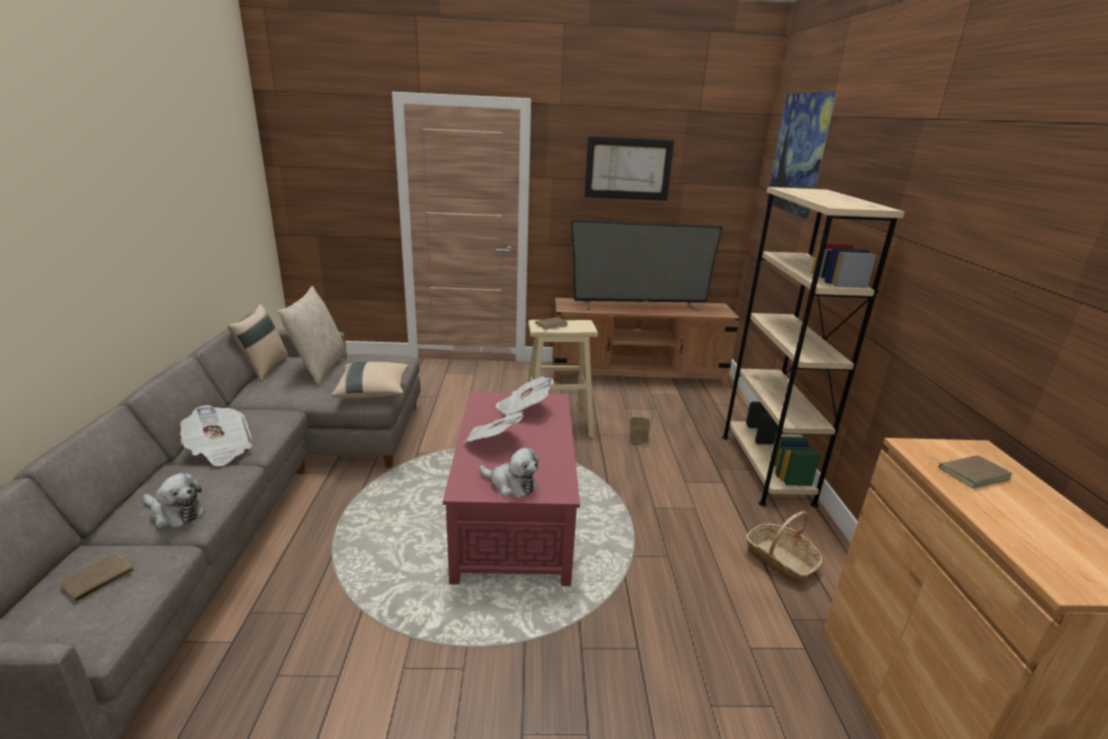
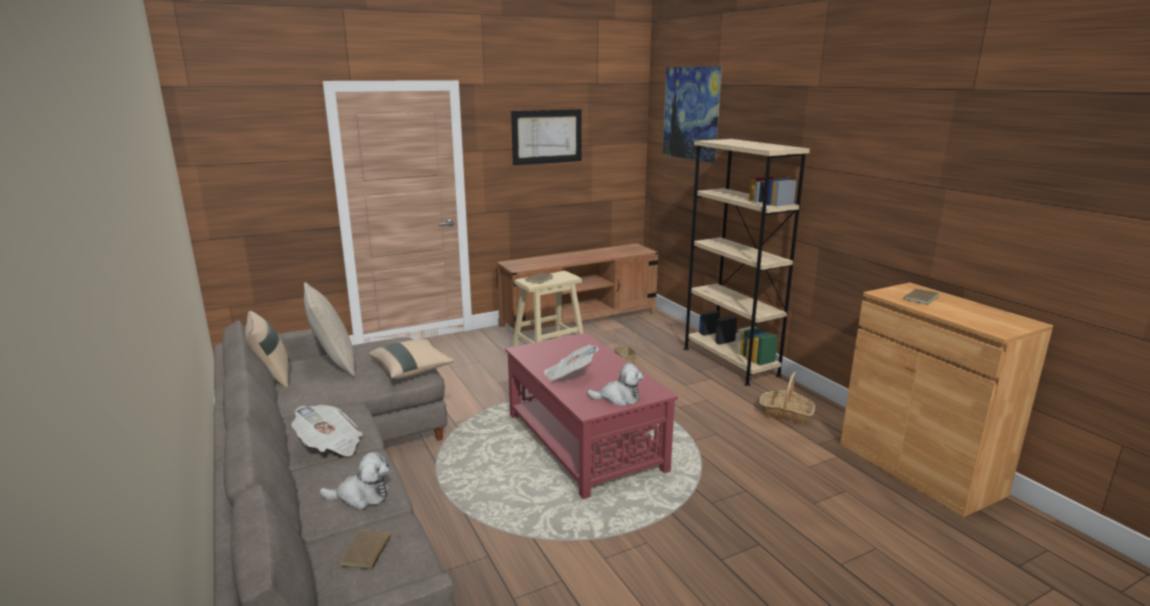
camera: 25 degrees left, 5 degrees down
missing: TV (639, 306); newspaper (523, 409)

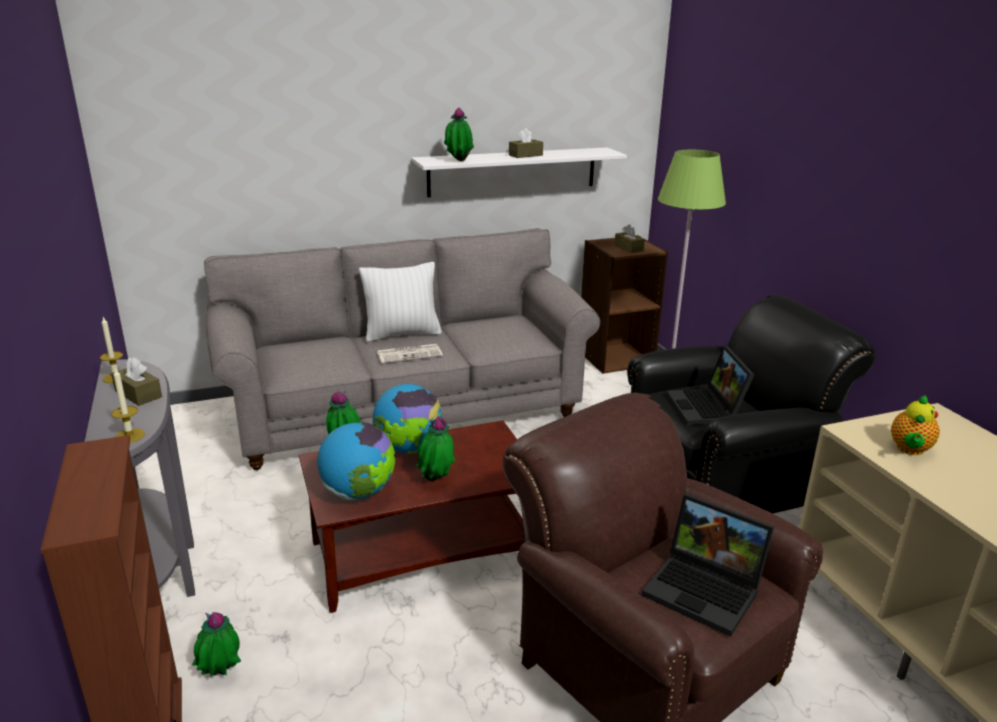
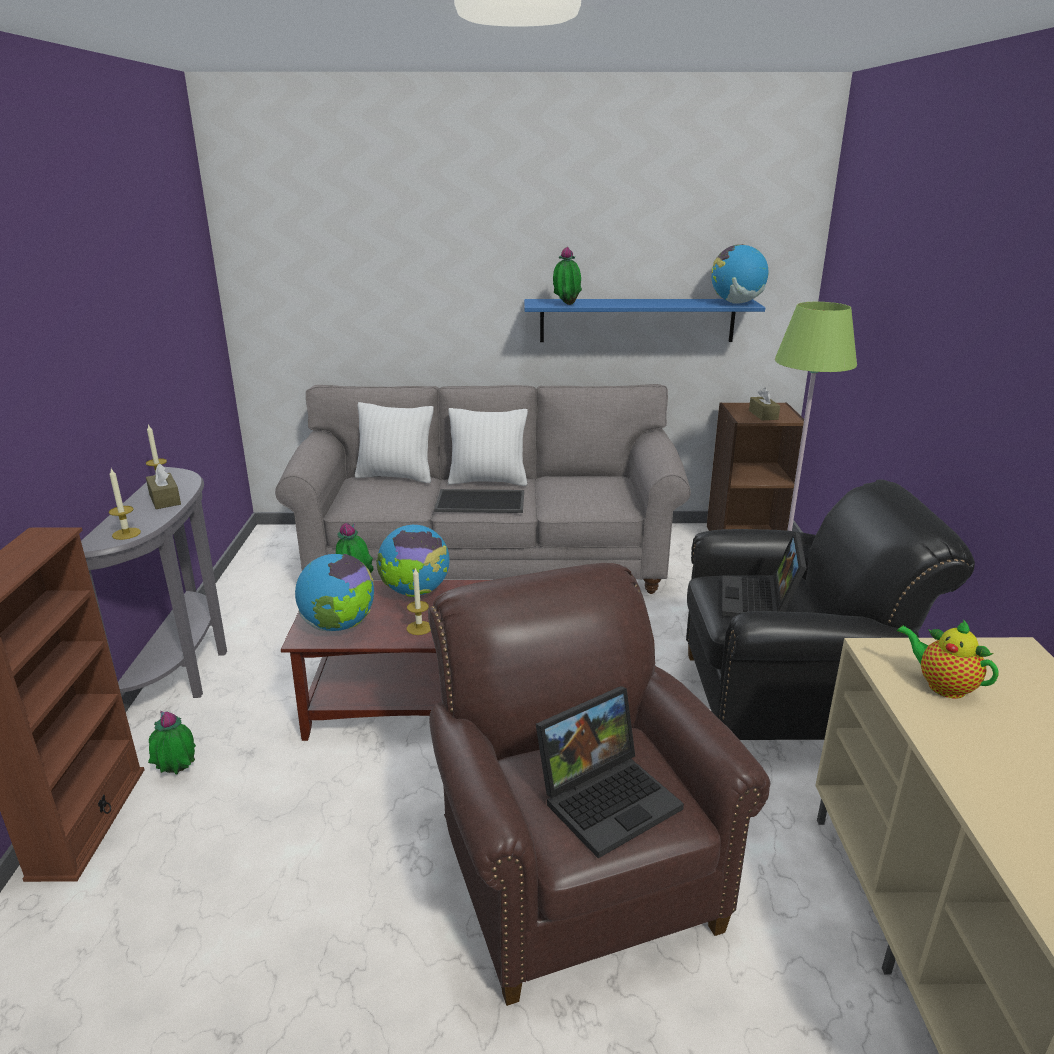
camera: 20 degrees right, 0 degrees up
missing: tissue holder (brownish) (525, 155)
appeared: desk globe (736, 303); cushion (white-coloured) (396, 476)
exchanged: newspaper (410, 354) to tray (481, 501); potted plant (436, 481) to wax candle (419, 628)
colour: bracket shelf (white-coloured) (512, 171) to bracket shelf (bluish) (637, 320)
spun: tea pot (909, 450) = (942, 686) 90 degrees clockwise; portable computer (706, 590) = (608, 797) 90 degrees counterclockwise

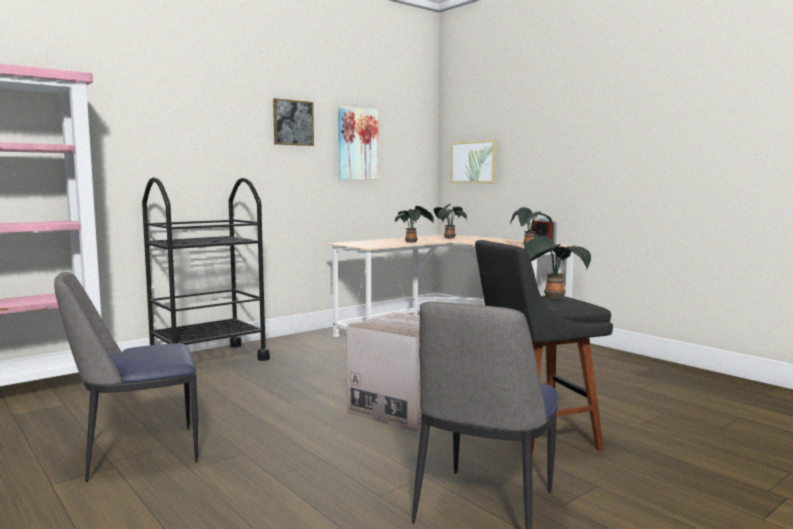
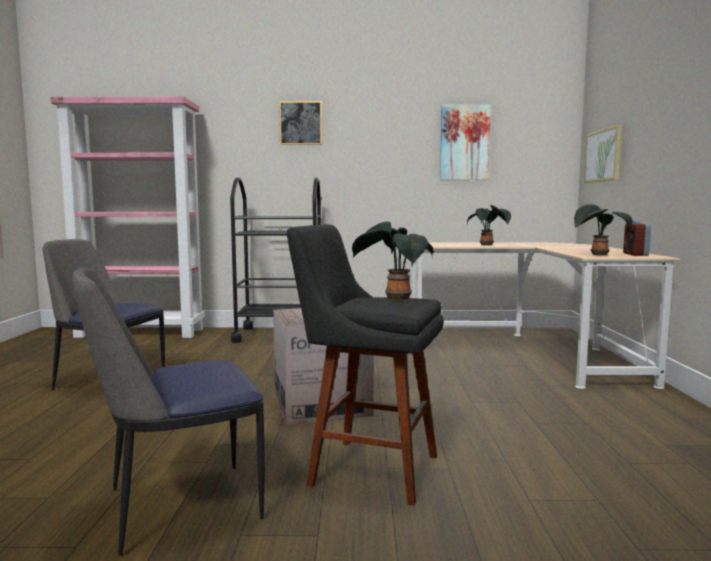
camera: 40 degrees right, 0 degrees up
missing: potted plant (448, 238)
relocated: wall picture (293, 123) to (300, 123)

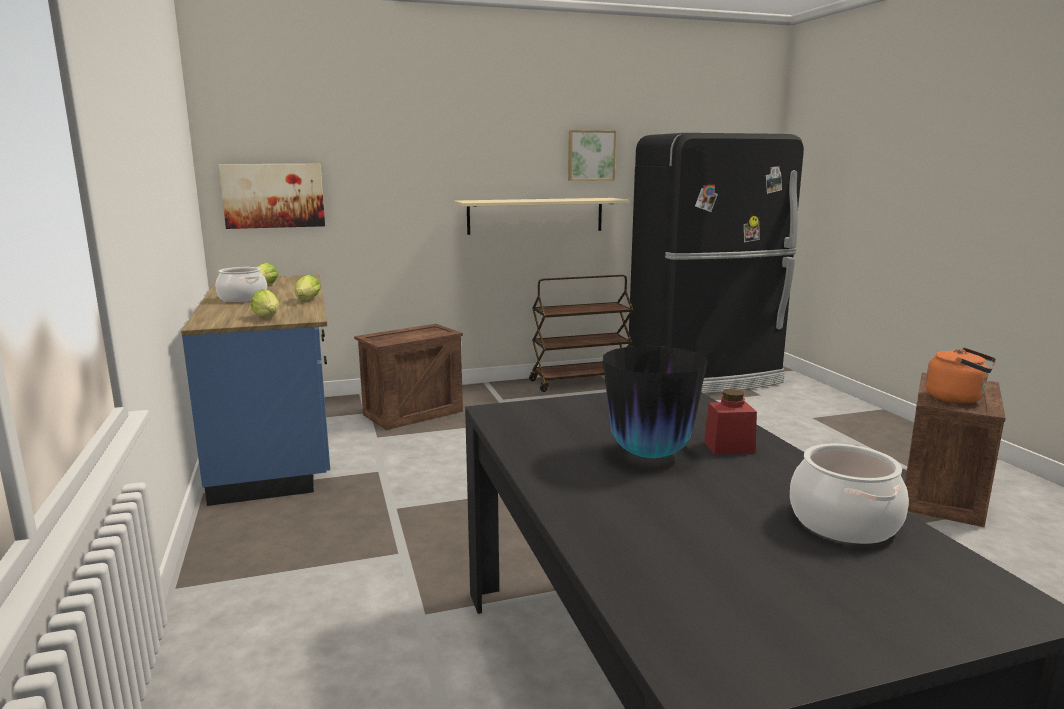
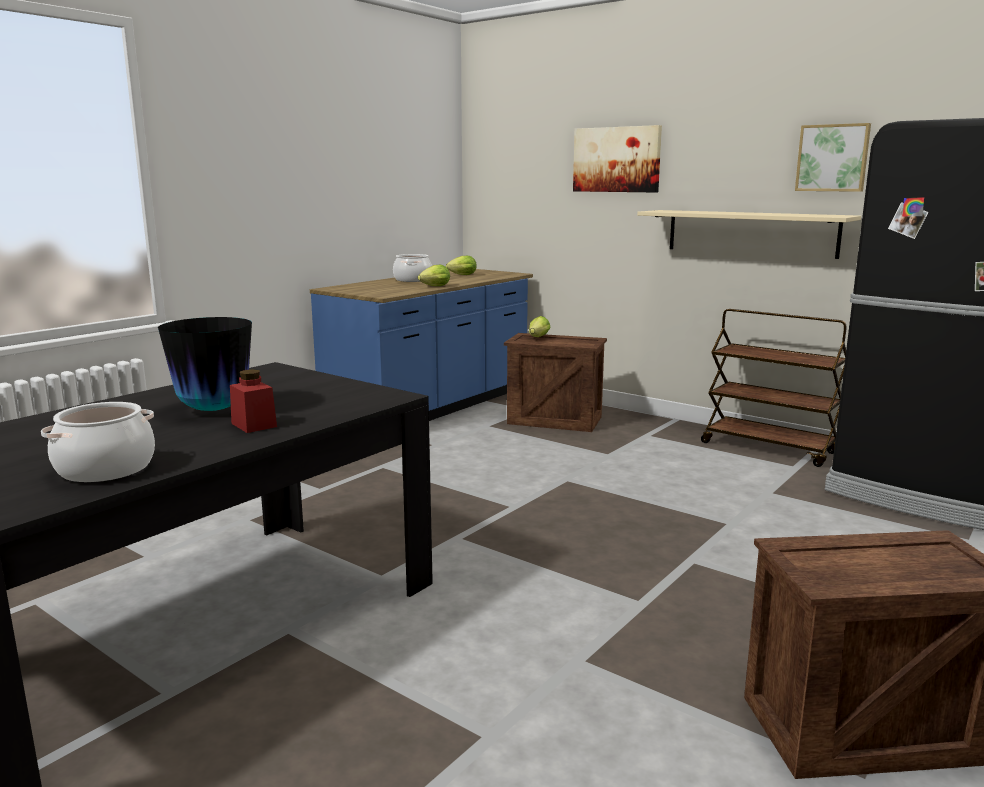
camera: 55 degrees right, 0 degrees up
missing: tea kettle (orangey) (957, 398)
relocated: wall picture (273, 195) to (616, 159); lettuce head (268, 318) to (537, 338)

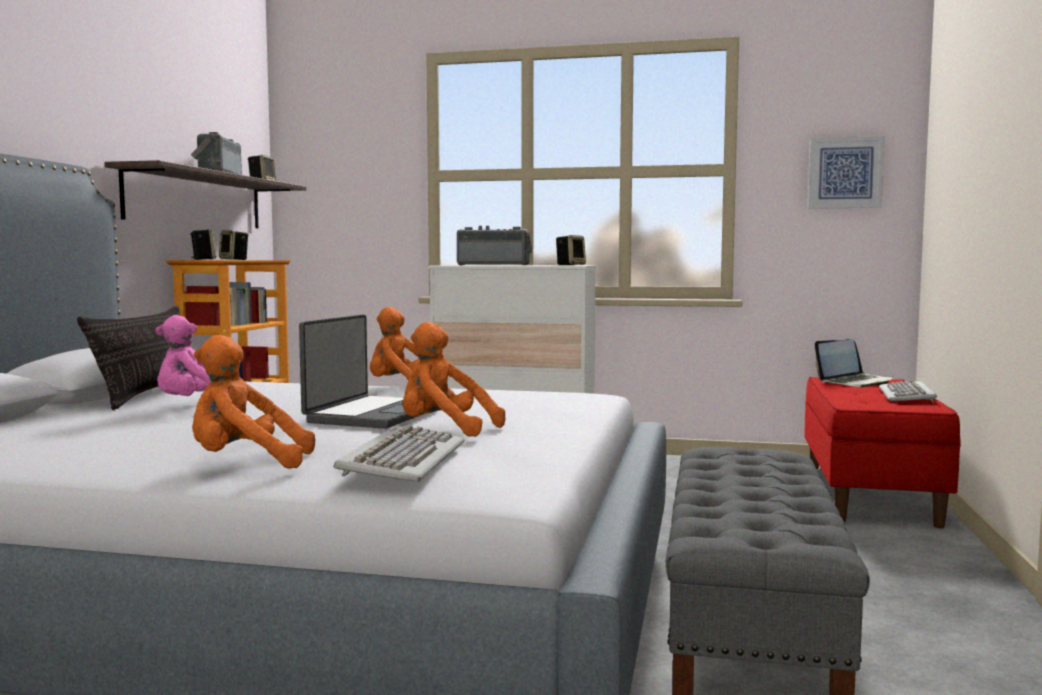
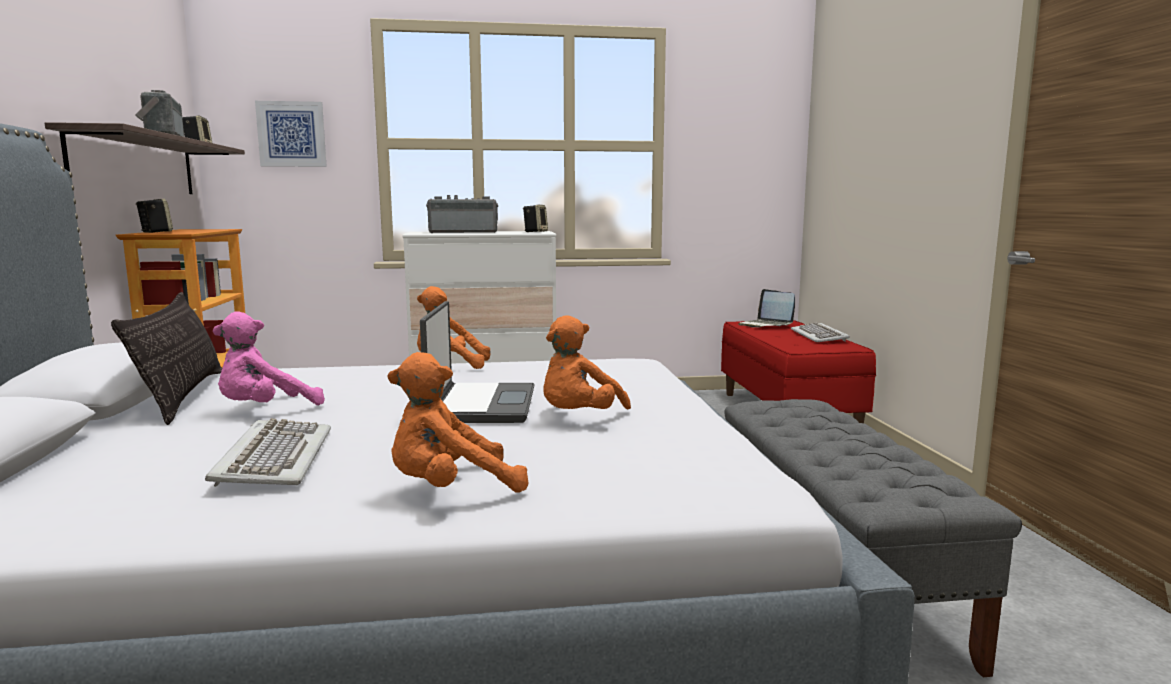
camera: 20 degrees left, 5 degrees up
missing: speaker (234, 259)
relocated: wall picture (845, 173) to (292, 134); PC keyboard (403, 460) to (274, 458)
spun: plush toy (orangey) (444, 430) = (578, 418) 60 degrees counterclockwise; portable computer (855, 382) = (766, 325) 105 degrees clockwise

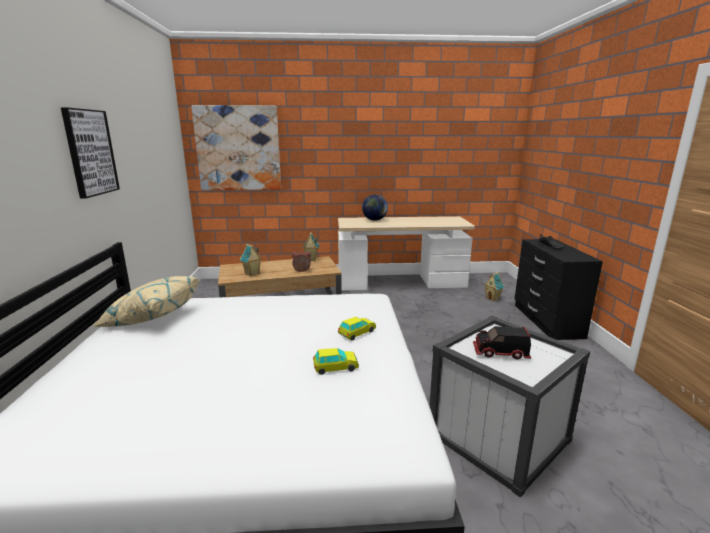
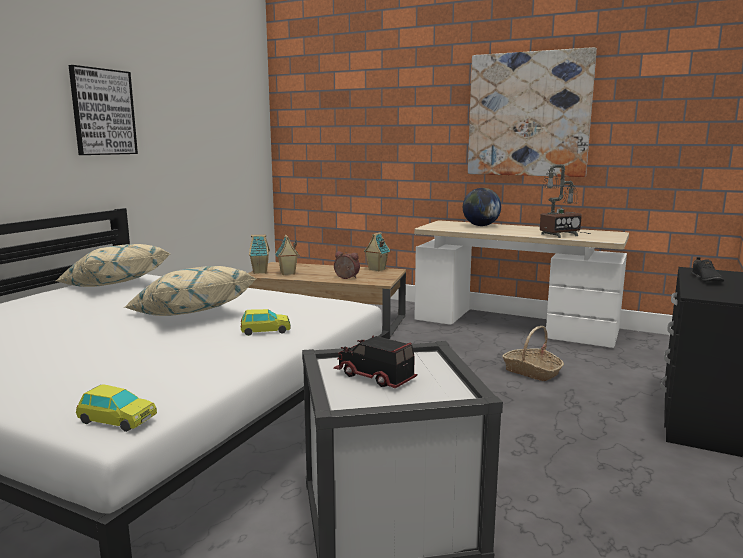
camera: 30 degrees right, 5 degrees down
appeared: table lamp (561, 234); cushion (beige-coloured) (190, 314); basket (532, 372)
relocated: wall picture (238, 148) to (528, 115); miniature house (492, 298) to (260, 272); miniature car (335, 367) to (117, 420)

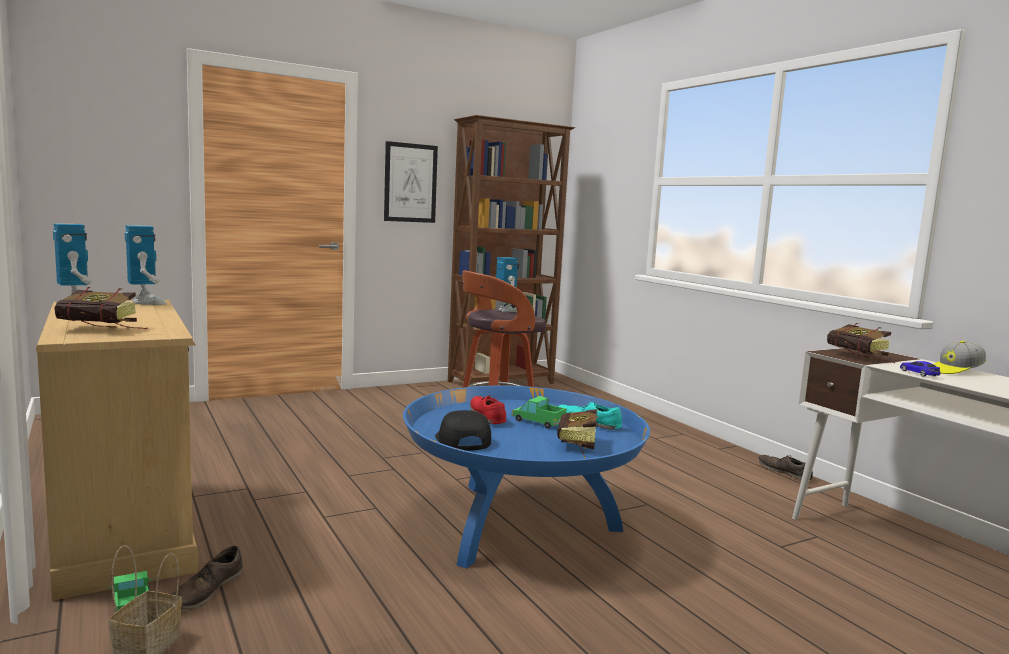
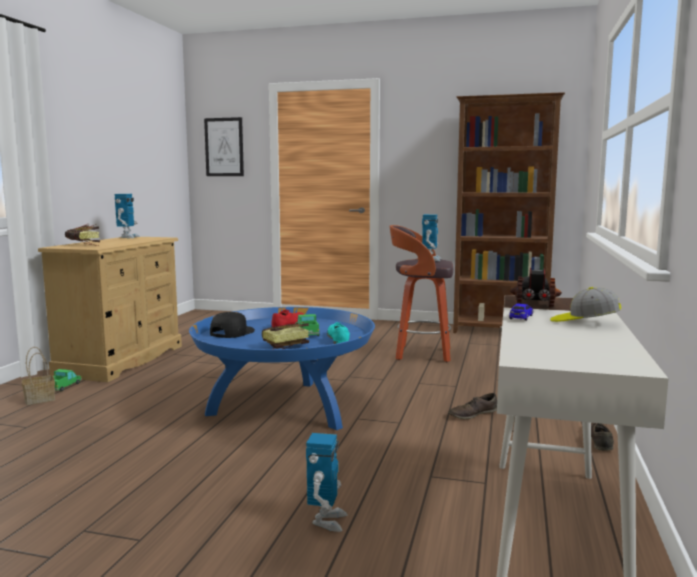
camera: 45 degrees right, 0 degrees up
relocated: wall picture (410, 183) to (224, 147); toy robot (146, 303) to (326, 521); shoe (brownish) (206, 591) to (472, 414)
exchanged: volume (861, 358) to toy truck (535, 303)

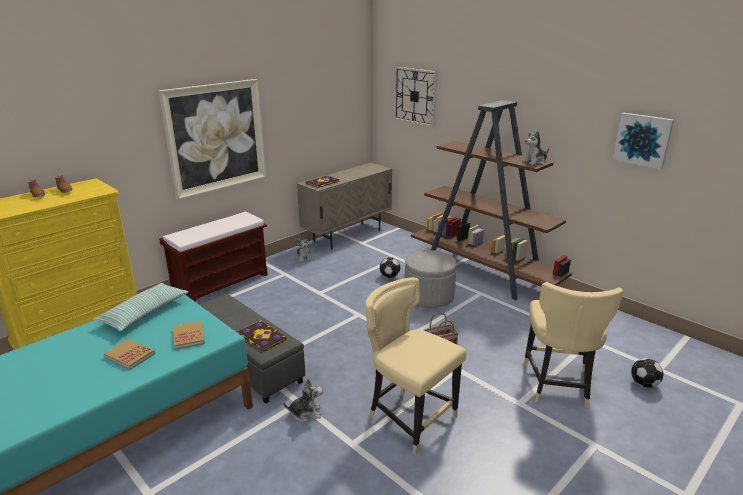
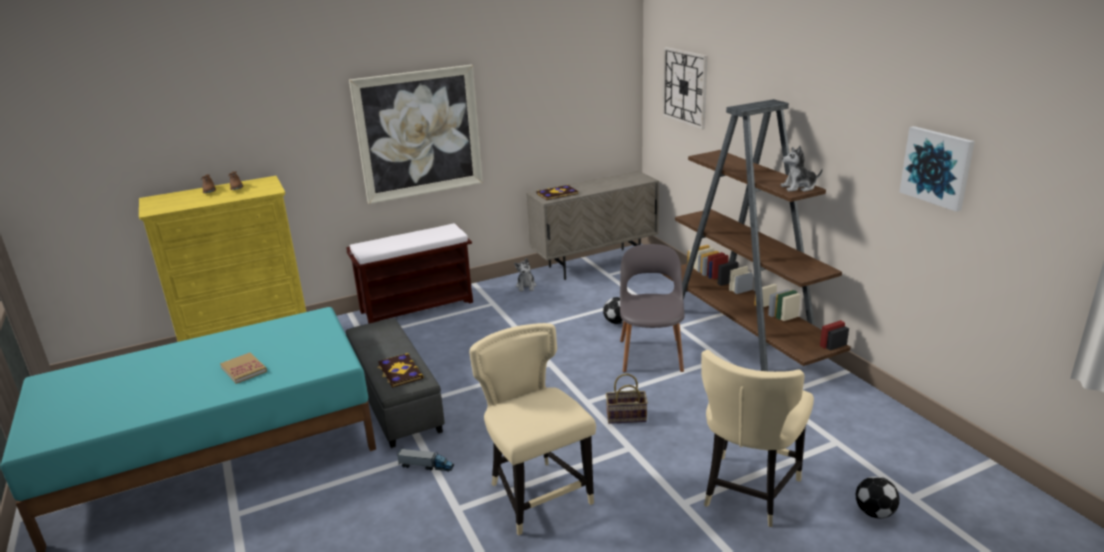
camera: 20 degrees right, 0 degrees up
missing: cushion (144, 313); volume (189, 336)
exchanged: footrest (greyish) (429, 296) to chair (greyish) (651, 353); plush toy (305, 413) to toy truck (426, 466)

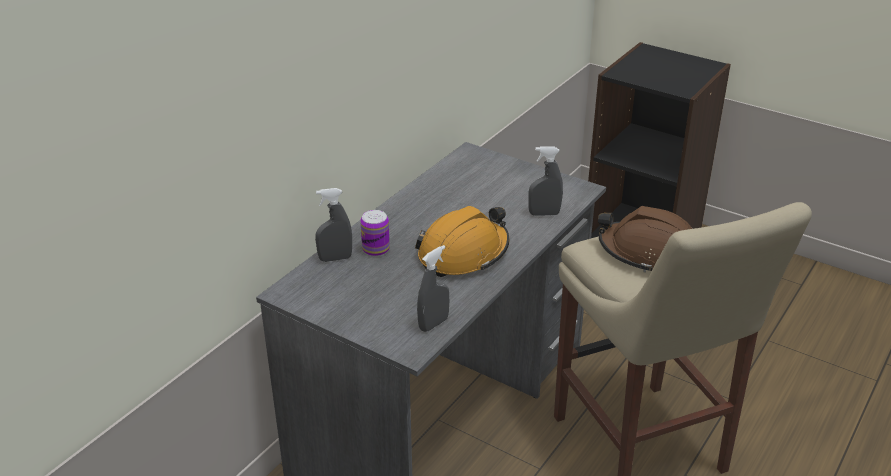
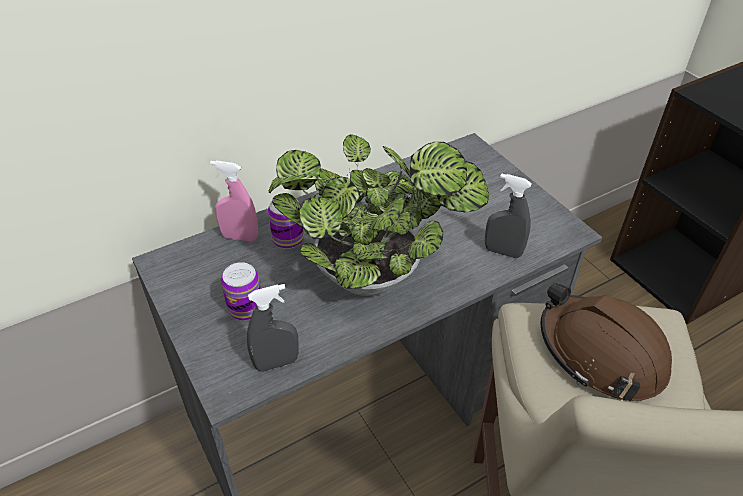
camera: 25 degrees right, 10 degrees up
appeared: sealed can (245, 308)
exchanged: hard hat (orangey) (463, 254) to potted plant (375, 276)
colour: sprayer (greyish) (335, 258) to sprayer (pink) (240, 237)

